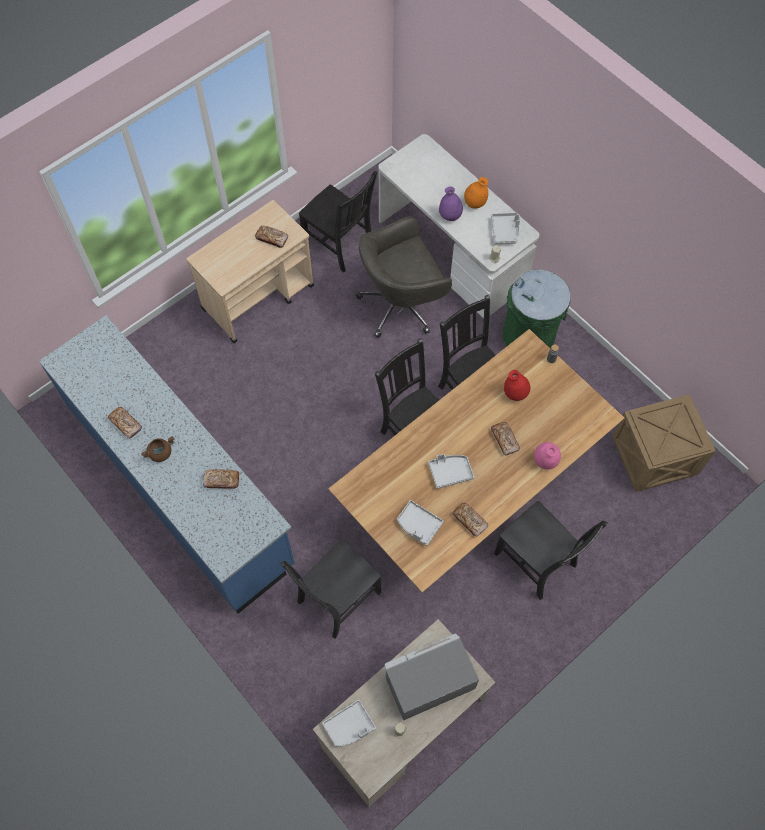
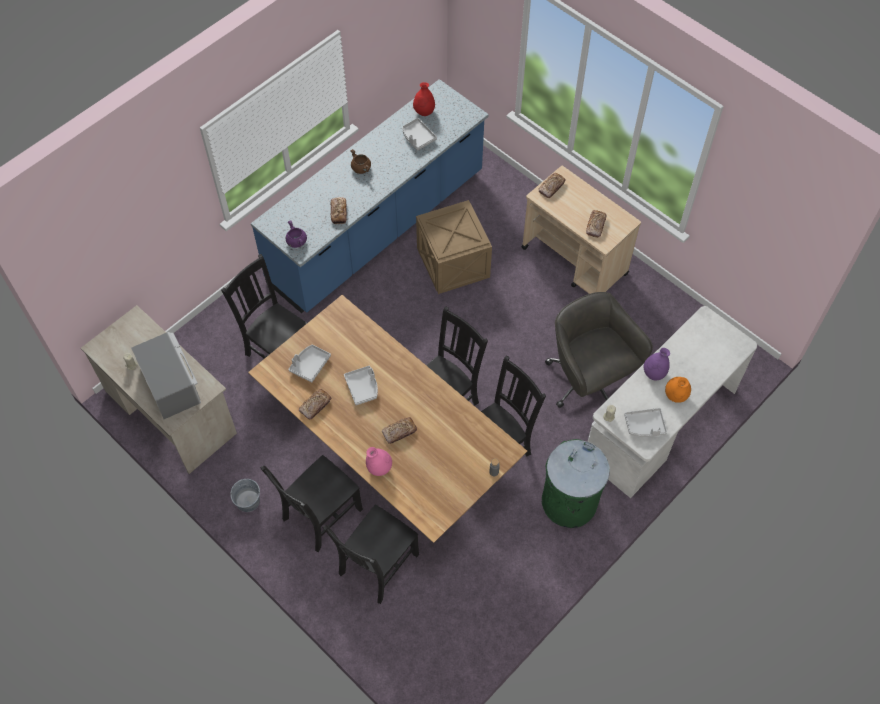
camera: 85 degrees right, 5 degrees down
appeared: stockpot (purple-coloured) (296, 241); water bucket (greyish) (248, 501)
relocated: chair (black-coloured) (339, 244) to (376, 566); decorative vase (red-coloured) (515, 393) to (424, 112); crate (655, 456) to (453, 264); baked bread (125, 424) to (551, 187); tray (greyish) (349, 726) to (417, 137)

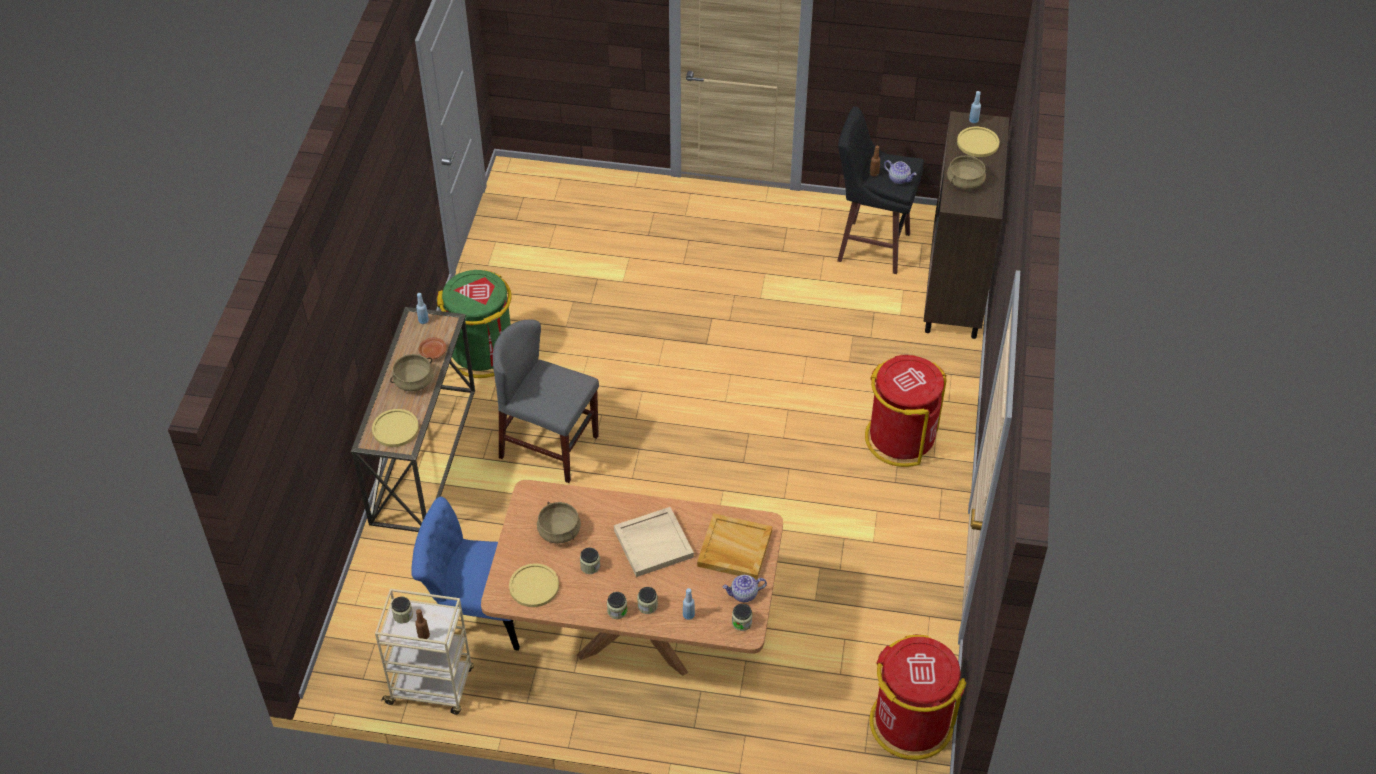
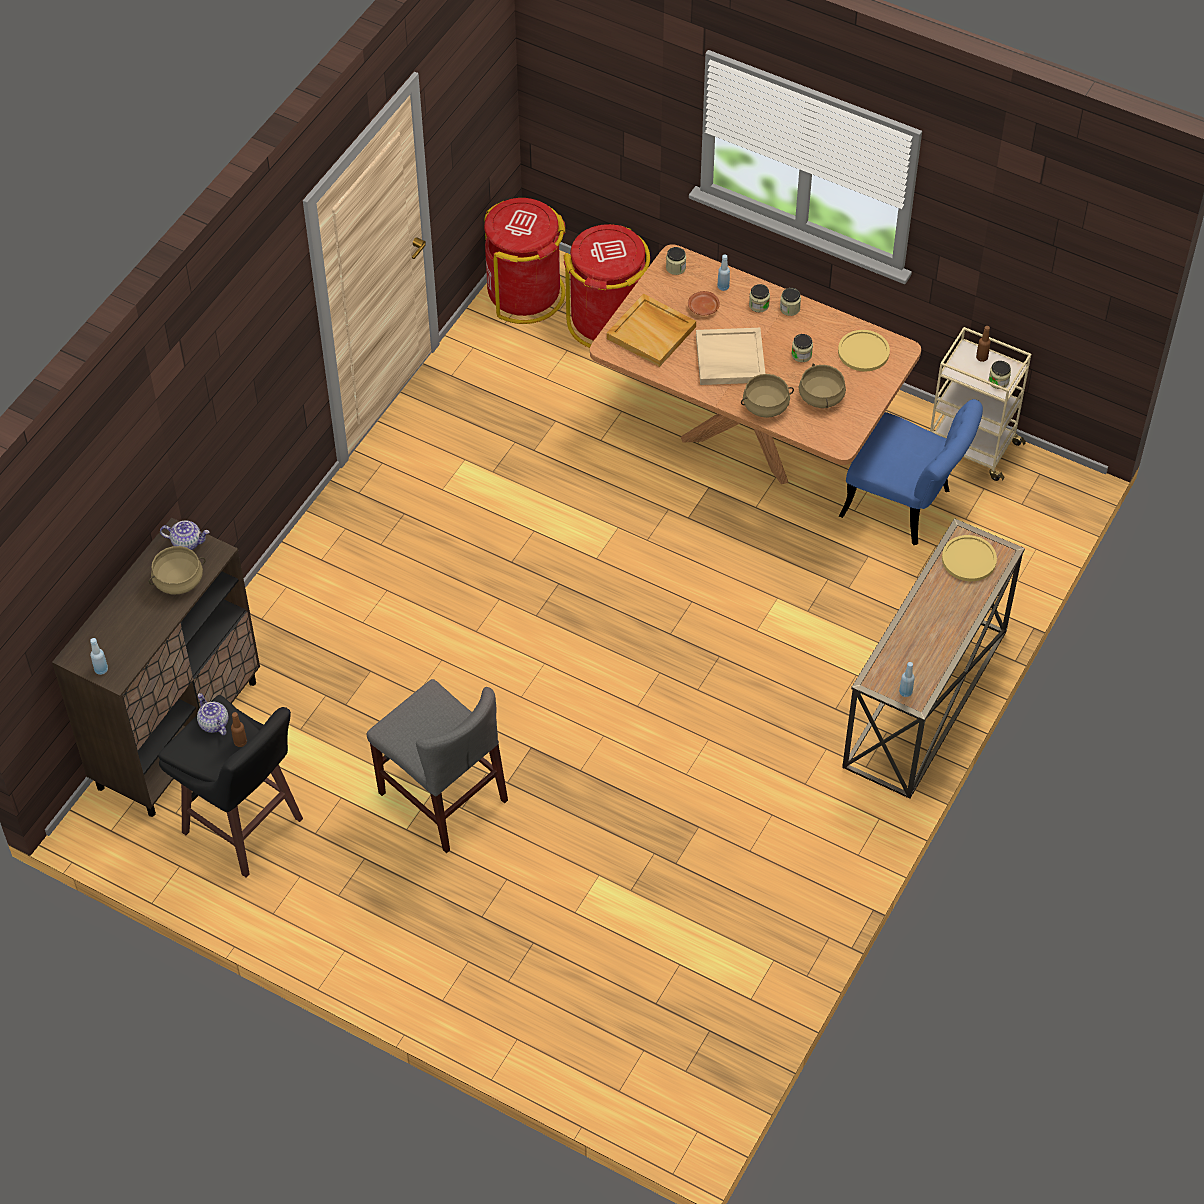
camera: 160 degrees left, 5 degrees up
missing: dinner plate (yellowish) (977, 143); trash can (greenish) (482, 352)
relocated: chair (greyish) (549, 446) to (442, 796); dinner plate (brownish) (433, 351) to (703, 308); stockpot (beige-coloured) (414, 381) to (765, 406); trash can (red-coloured) (900, 438) to (608, 321); tea pot (744, 594) to (187, 542)

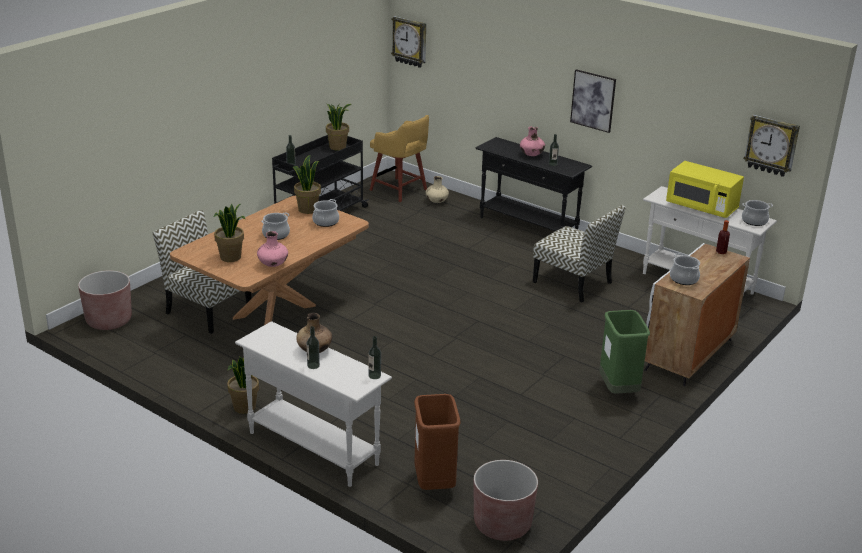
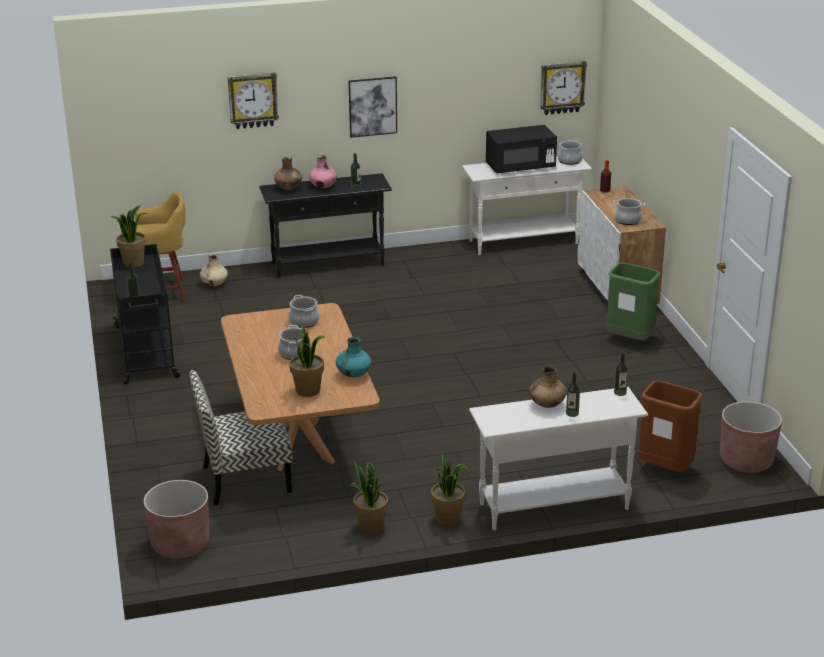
camera: 50 degrees left, 0 degrees up
missing: chair (573, 283)
appeared: decorative vase (brownish) (288, 188)
relocated: wall clock (410, 41) to (253, 100); potted plant (307, 209) to (370, 527)
colour: microwave (yellowish) (701, 207) to microwave (black-coloured) (520, 167); decorative vase (pink) (273, 264) to decorative vase (turquoise-coloured) (353, 374)

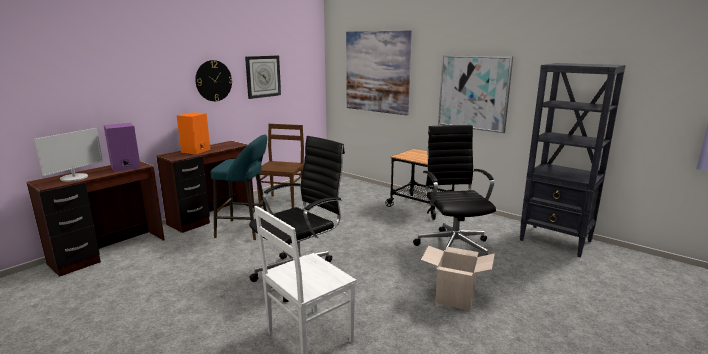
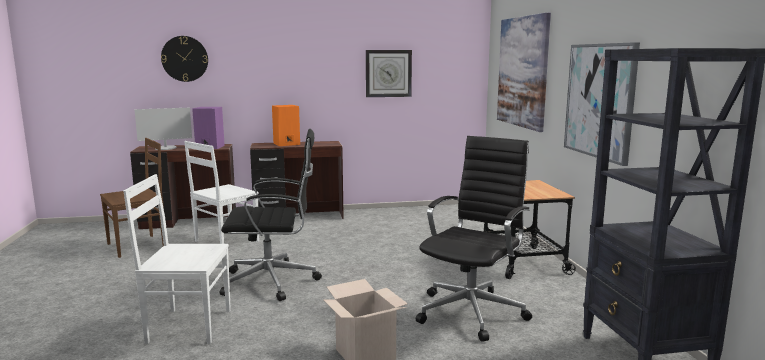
camera: 40 degrees right, 5 degrees down
missing: stool (turquoise-coloured) (246, 230)
appeared: chair (white-coloured) (225, 241)
relocated: wall clock (213, 81) to (185, 58); chair (brownish) (283, 202) to (138, 245)

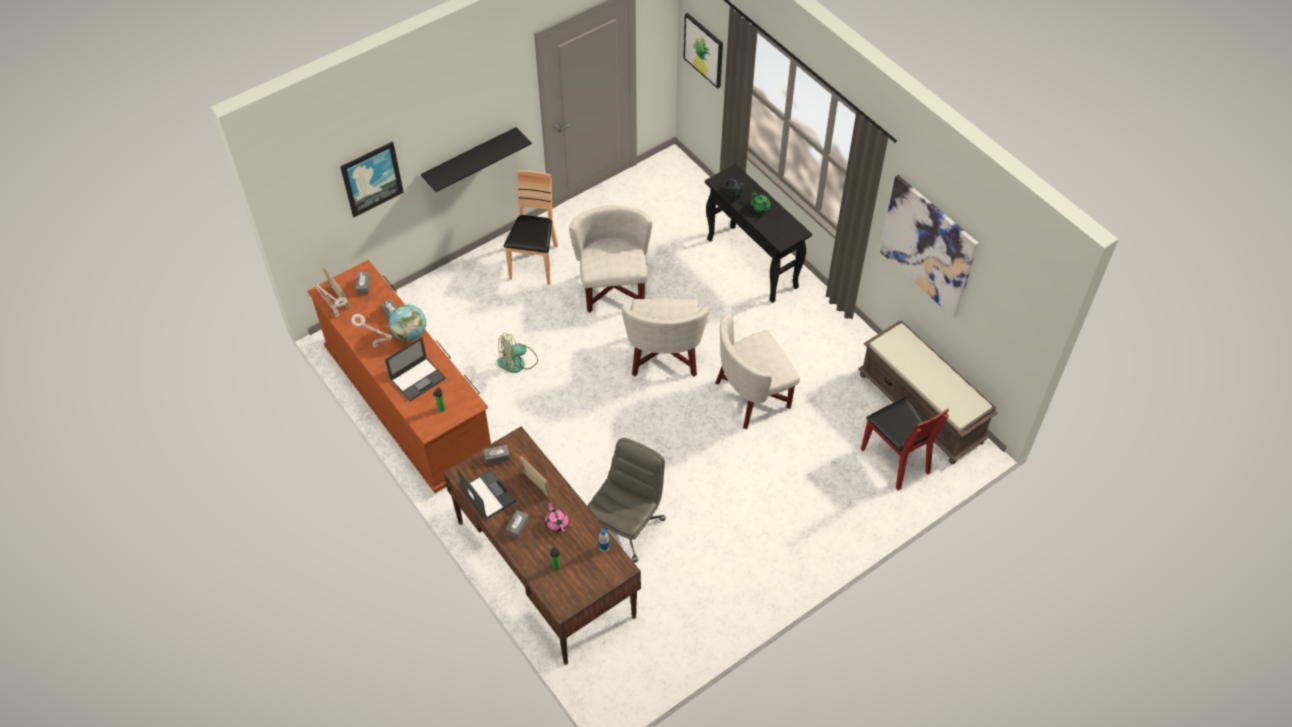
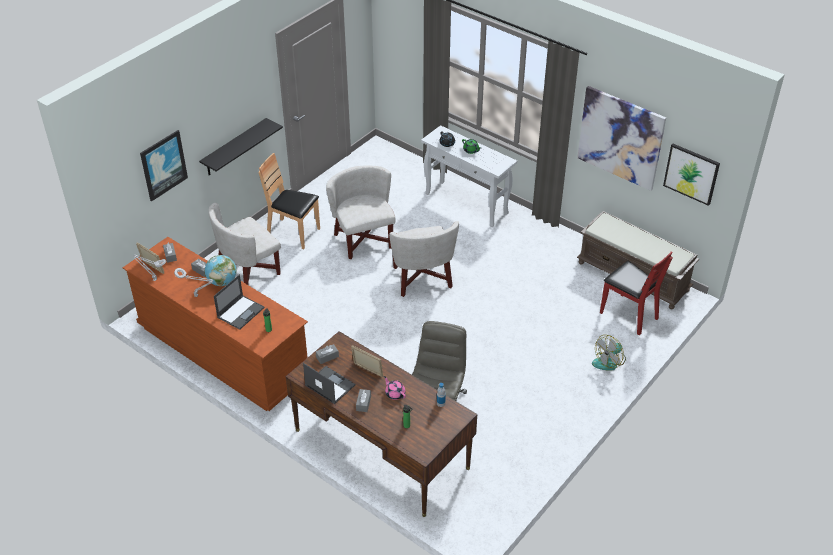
camera: 15 degrees left, 10 degrees down
relocated: wall picture (704, 50) to (691, 173); lounge chair (white-coloured) (752, 396) to (248, 272); fan (517, 362) to (609, 361)
colour: narrow table (black-coloured) (753, 264) to narrow table (white-coloured) (467, 204)
spun: chair (brownish) (535, 263) = (293, 233) 60 degrees counterclockwise

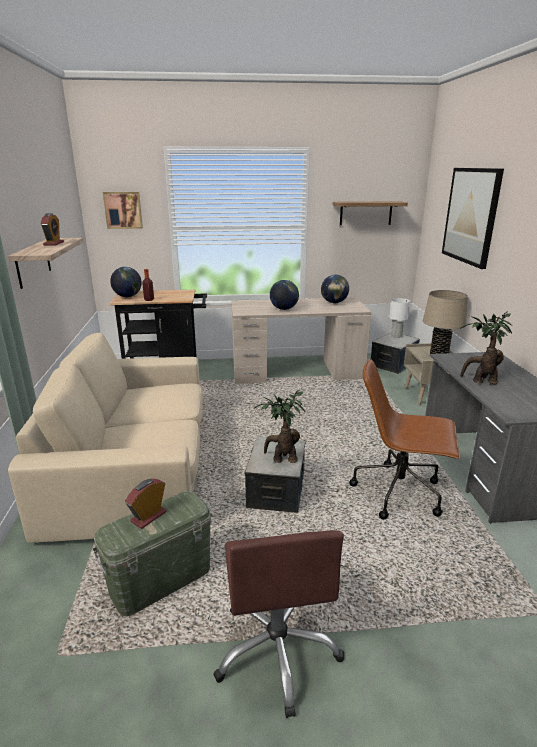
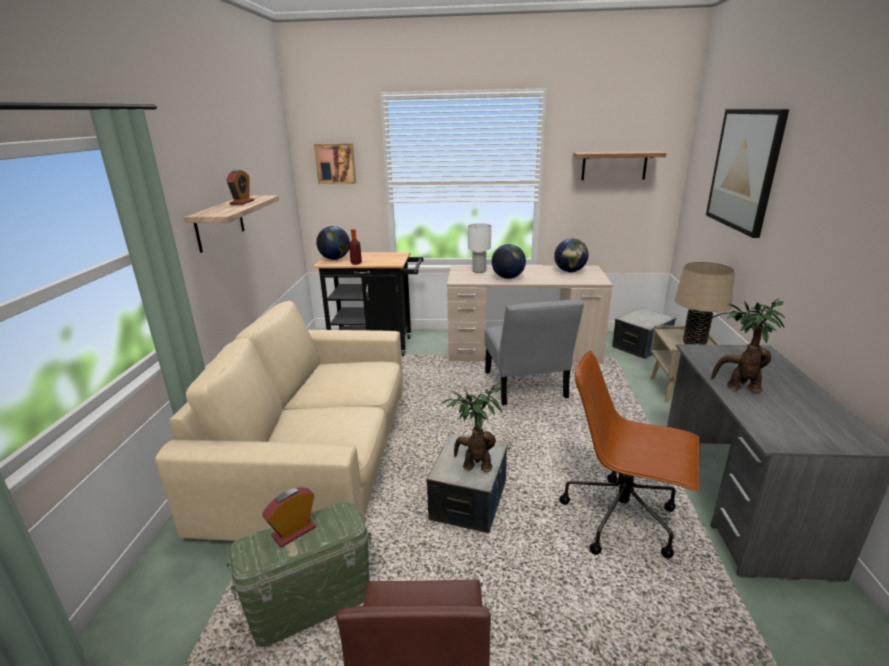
camera: 10 degrees right, 0 degrees up
appeared: chair (greyish) (526, 387)
relocated: table lamp (white-coloured) (396, 335) to (479, 271)

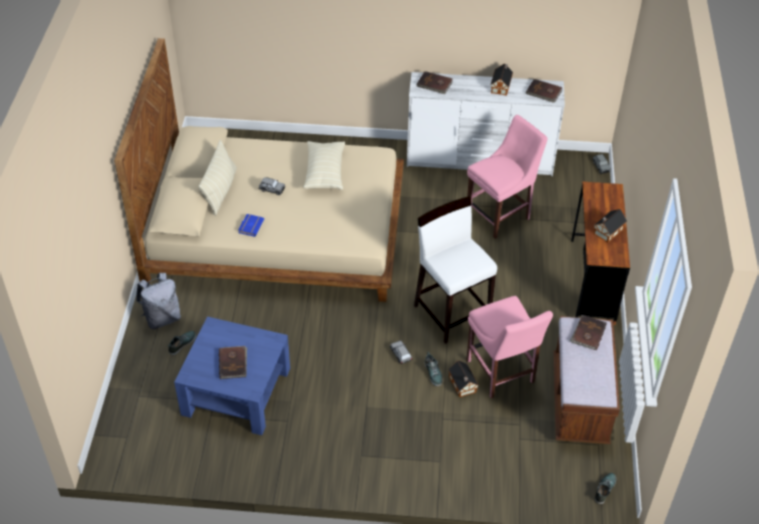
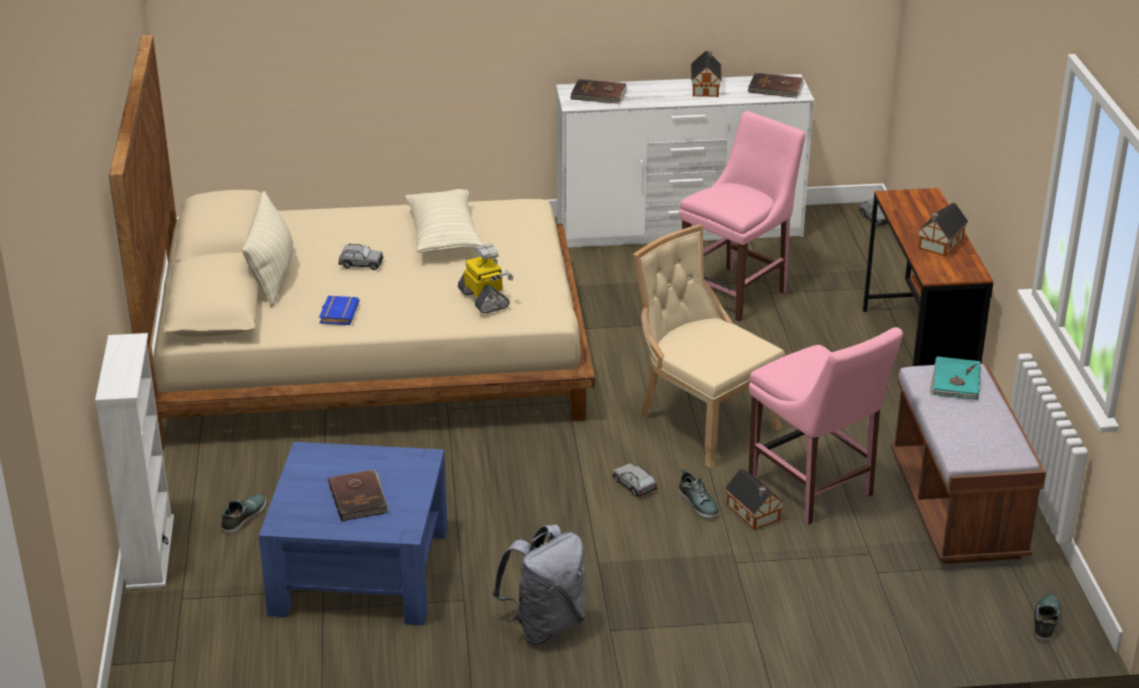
camera: 10 degrees left, 15 degrees down
appeared: toy robot (485, 299); bookshelf (white-coloured) (150, 552)
relocated: knapsack (greyish) (162, 318) to (545, 625)
exchanged: stool (white-coloured) (452, 313) to chair (beige-coloured) (702, 422)
colour: volume (brownish) (588, 334) to volume (turquoise-coloured) (955, 381)

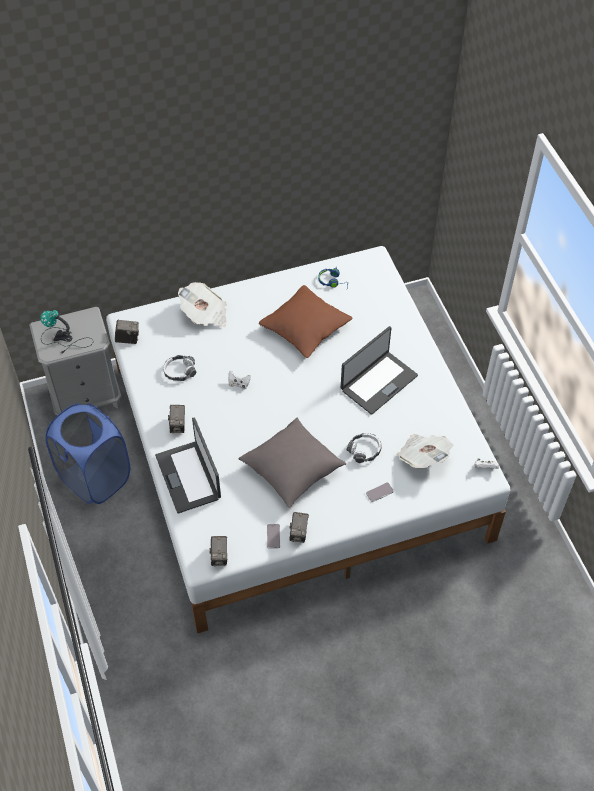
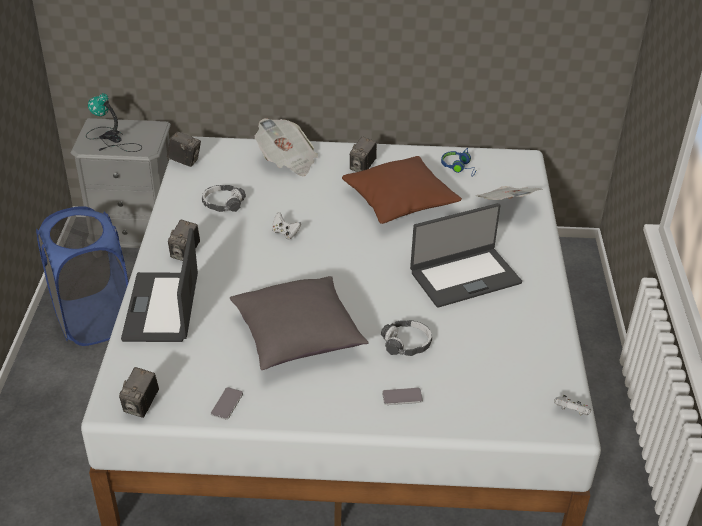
camera: 20 degrees right, 15 degrees down
relocated: newspaper (423, 457) to (506, 206); photo camera (299, 533) to (362, 167)

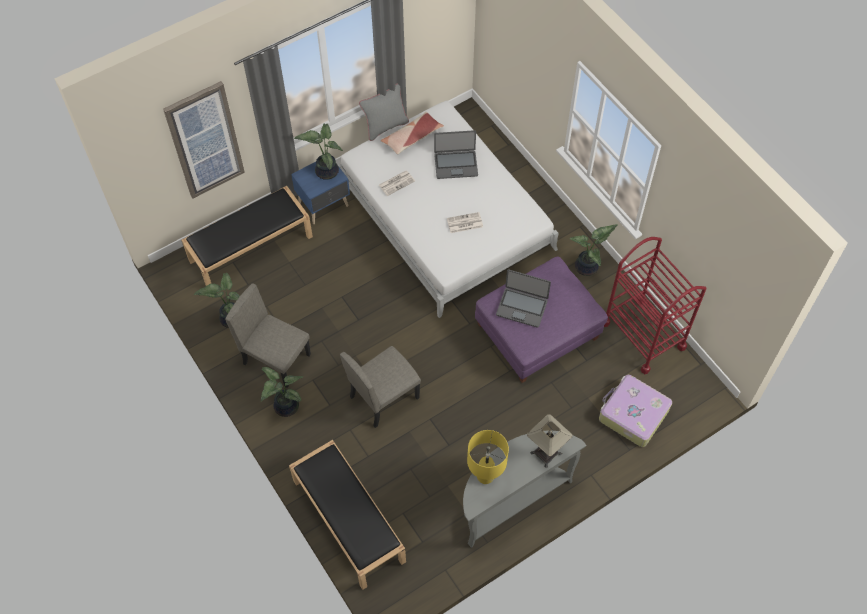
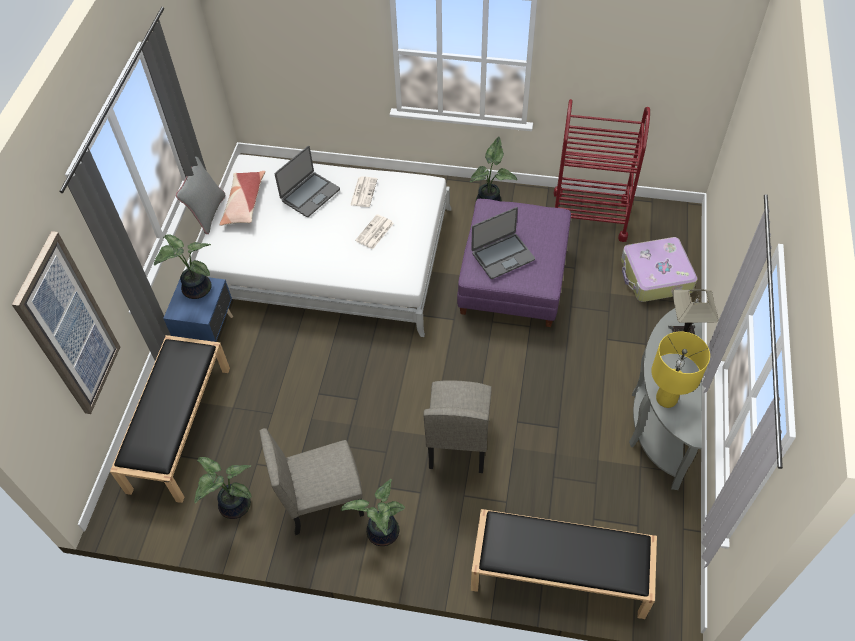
camera: 45 degrees left, 5 degrees down
relocated: newspaper (397, 183) to (363, 192)

